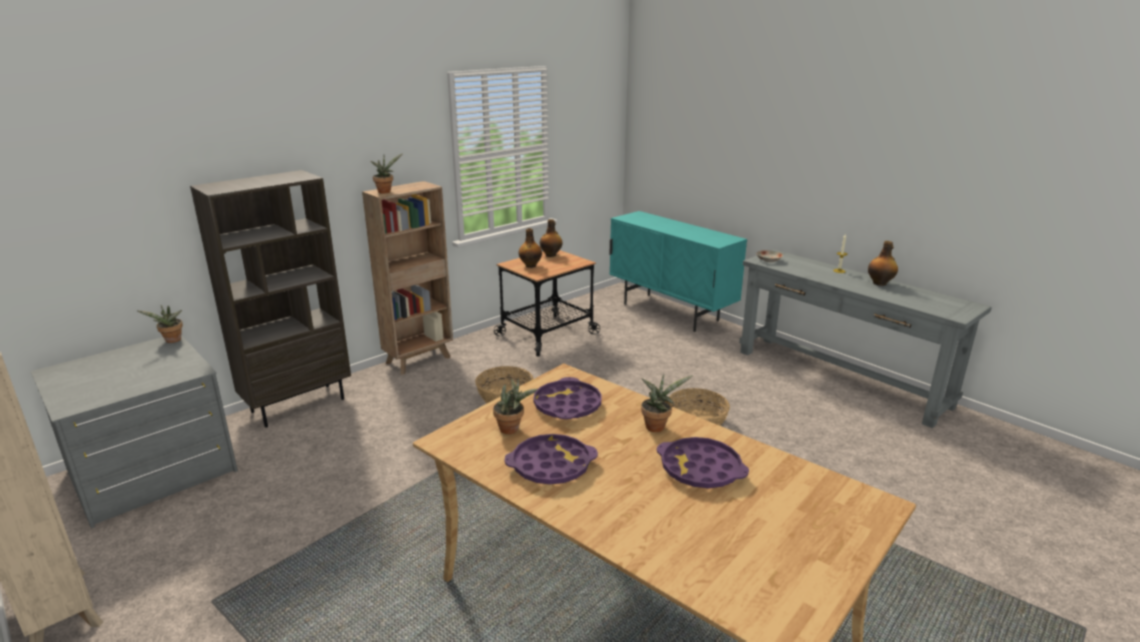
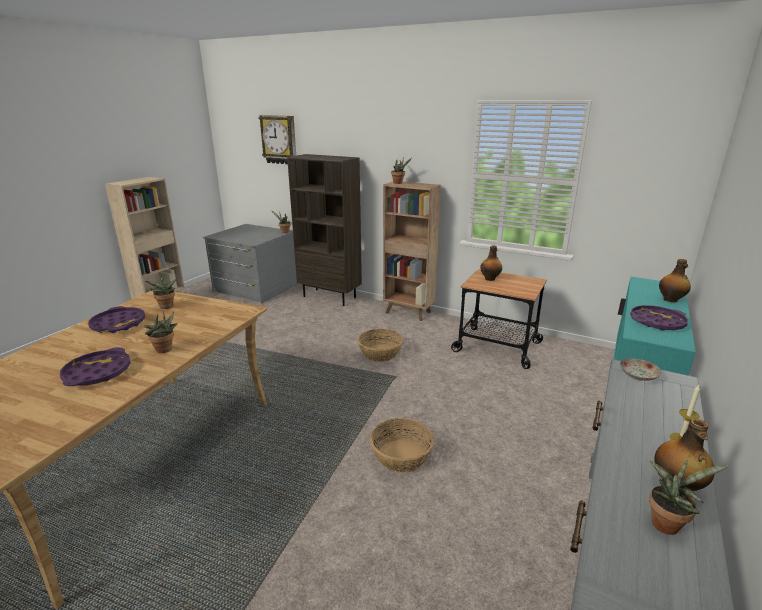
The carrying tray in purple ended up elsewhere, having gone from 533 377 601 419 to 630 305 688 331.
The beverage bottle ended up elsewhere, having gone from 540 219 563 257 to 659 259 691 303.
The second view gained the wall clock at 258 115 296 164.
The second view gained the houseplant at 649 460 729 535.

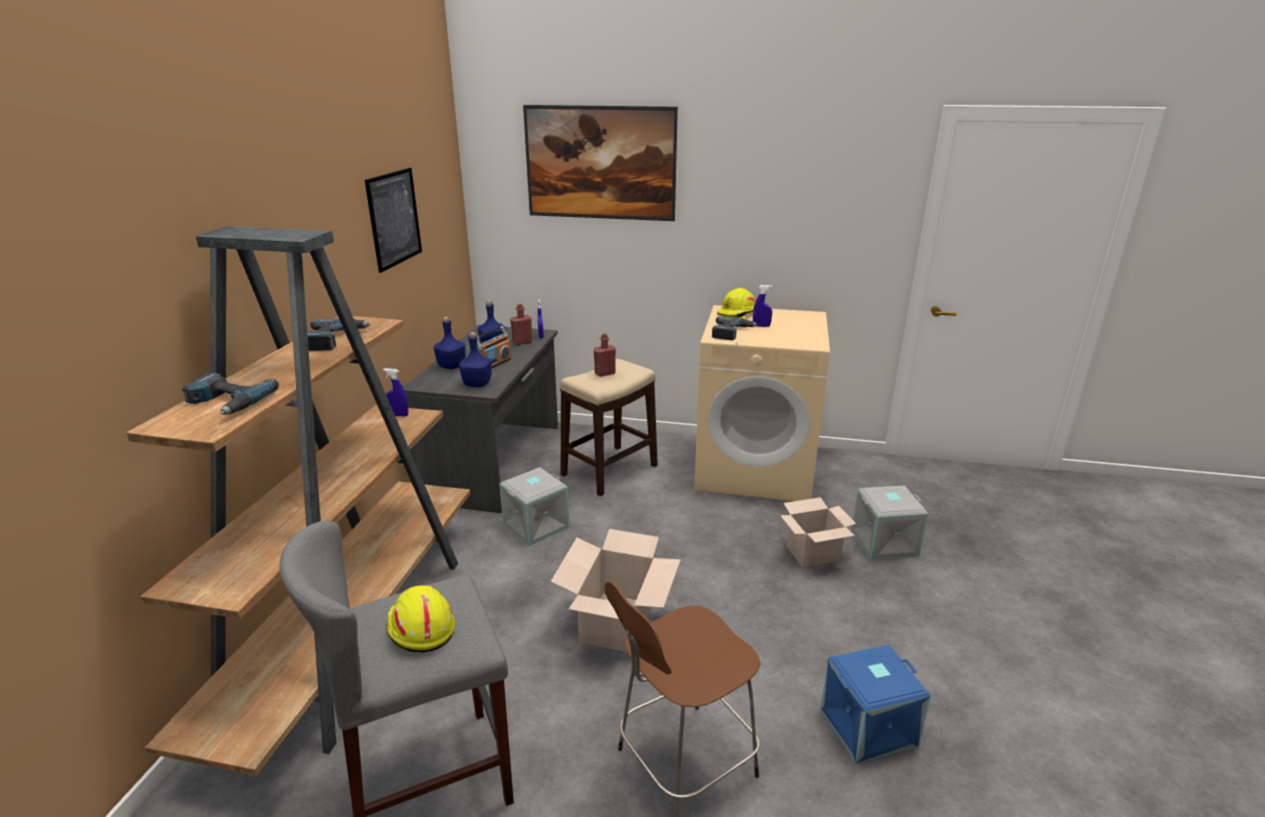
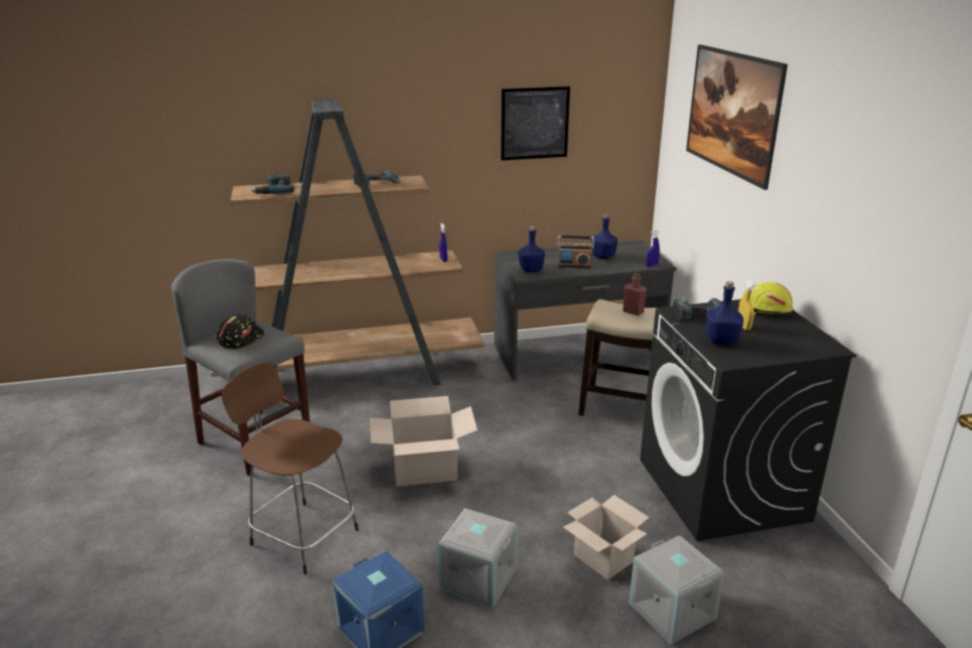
What was the safety helmet in yellow-coloured at 386 585 455 653 turned into the safety helmet in black-coloured at 216 314 265 349.
The beverage bottle in blue-coloured ended up elsewhere, having gone from 434 317 466 369 to 706 281 744 345.
The storage container in greyish ended up elsewhere, having gone from 499 467 570 546 to 438 508 517 608.
The second view lost the beverage bottle in red-coloured at 510 304 532 345.
What was the washing machine in sand-coloured at 694 305 830 501 turned into the washing machine in black-coloured at 640 299 856 541.
What was the sprayer in blue-coloured at 753 285 772 327 turned into the sprayer in yellow-coloured at 738 280 757 330.

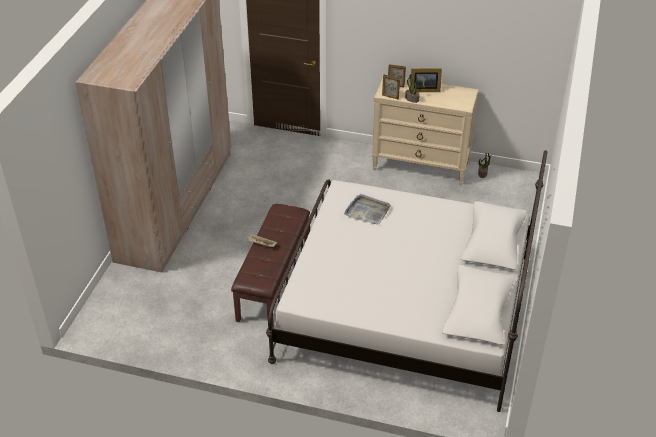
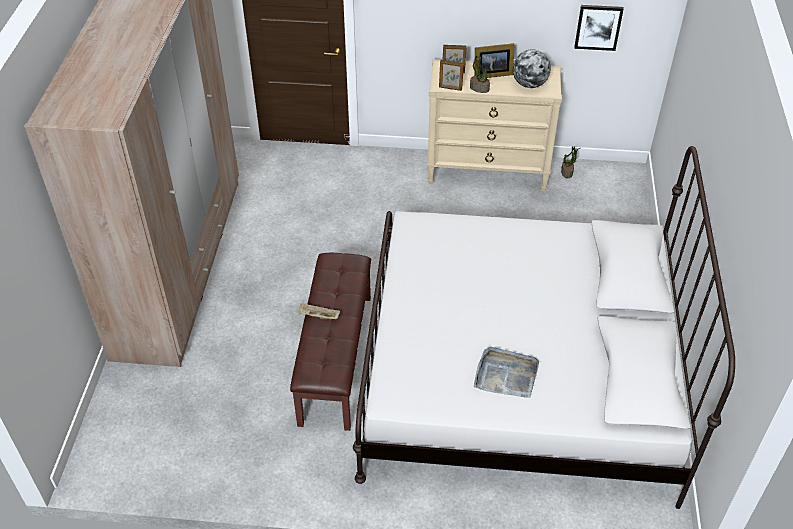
The carrying tray in greyish ended up elsewhere, having gone from 344 194 391 225 to 474 347 539 398.
The second view gained the globe at 513 49 551 88.
The second view gained the wall picture at 574 5 624 51.

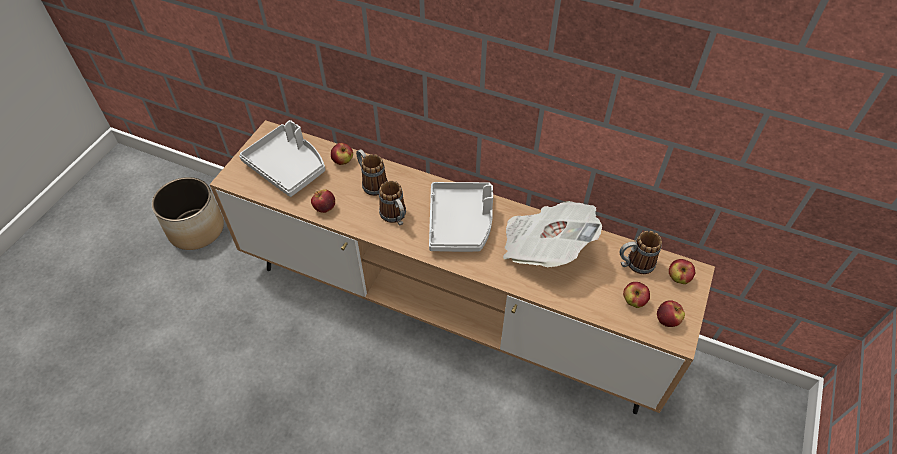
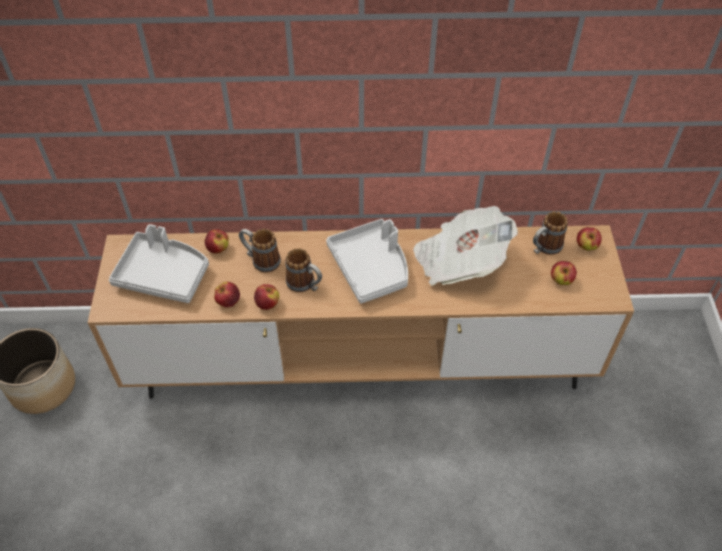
The apple ended up elsewhere, having gone from 657 300 685 327 to 254 284 279 310.

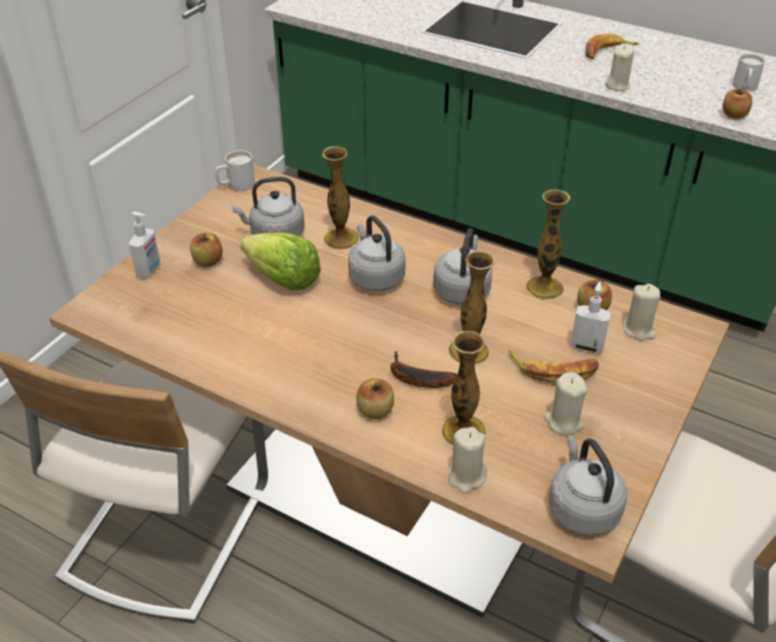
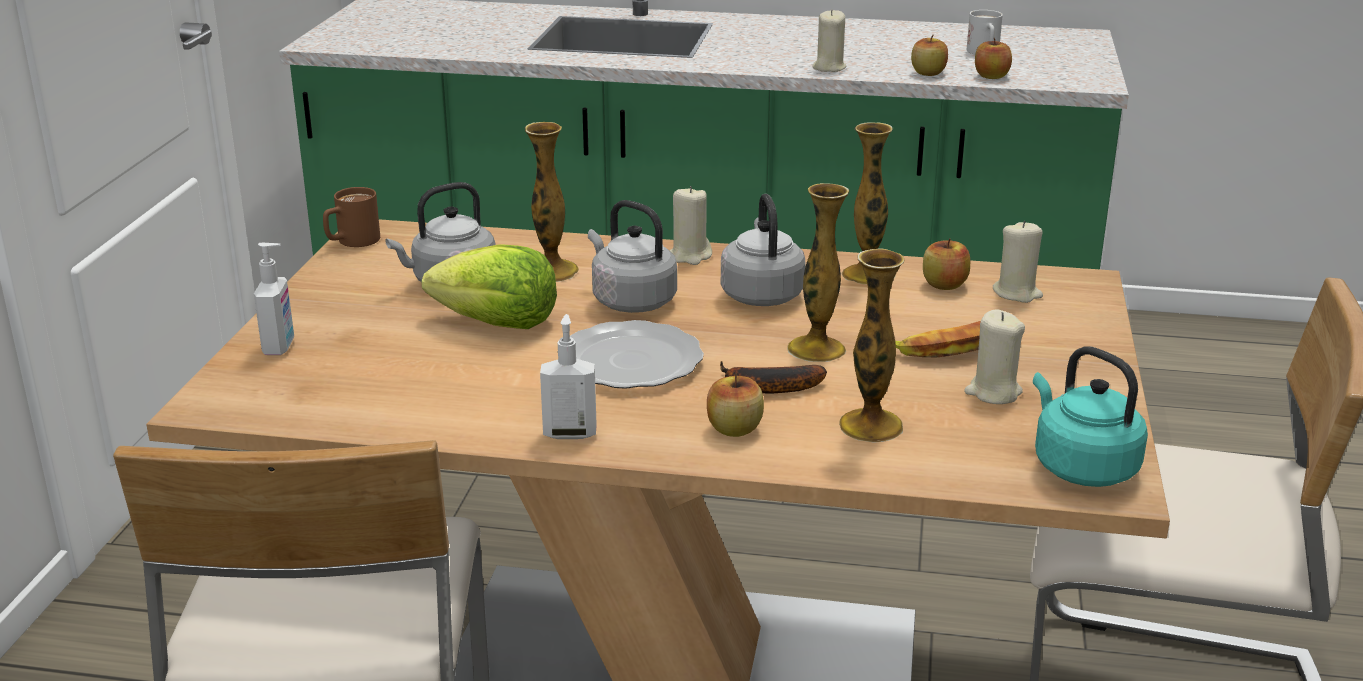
The apple ended up elsewhere, having gone from 190 233 223 267 to 911 35 948 76.
What was the coffee mug in white-coloured at 215 150 255 191 turned into the coffee mug in brown at 323 187 380 247.
The wax candle in sand-coloured ended up elsewhere, having gone from 448 427 487 494 to 670 186 712 265.
What was the tea kettle in greyish at 549 435 627 535 turned into the tea kettle in turquoise at 1033 346 1148 487.
The soap bottle ended up elsewhere, having gone from 570 282 611 353 to 540 314 597 439.
The second view lost the banana at 585 34 639 59.
The second view gained the plate at 570 320 704 389.

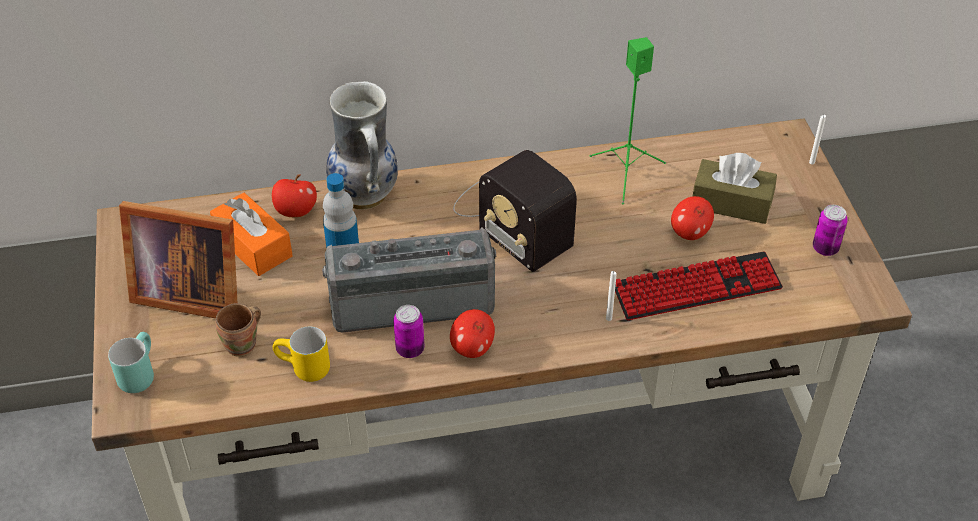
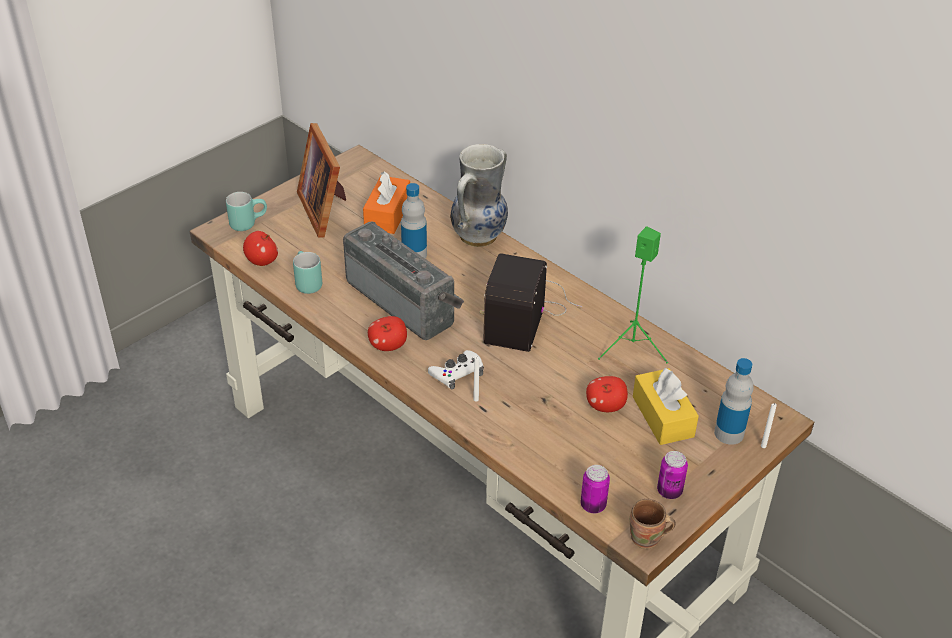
The coffee mug in brown ended up elsewhere, having gone from 216 303 261 357 to 630 499 676 549.
The apple ended up elsewhere, having gone from 272 174 317 217 to 243 231 278 266.
What was the coffee mug in yellow-coloured at 273 326 330 382 turned into the coffee mug in turquoise at 293 251 322 294.
The sealed can ended up elsewhere, having gone from 393 305 425 358 to 581 465 610 513.
The second view lost the keyboard at 615 251 783 320.
What was the tissue holder in brown at 693 153 777 224 turned into the tissue holder in yellow-coloured at 633 368 699 445.
The second view gained the joypad in white-coloured at 428 350 484 389.
The second view gained the beverage bottle at 714 358 754 445.

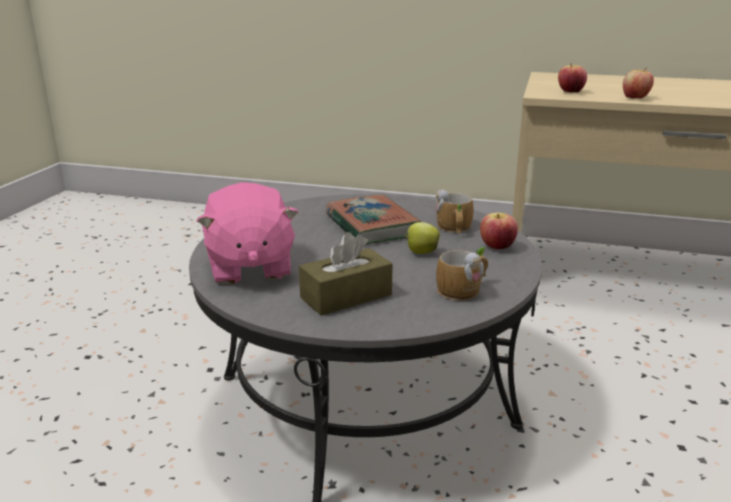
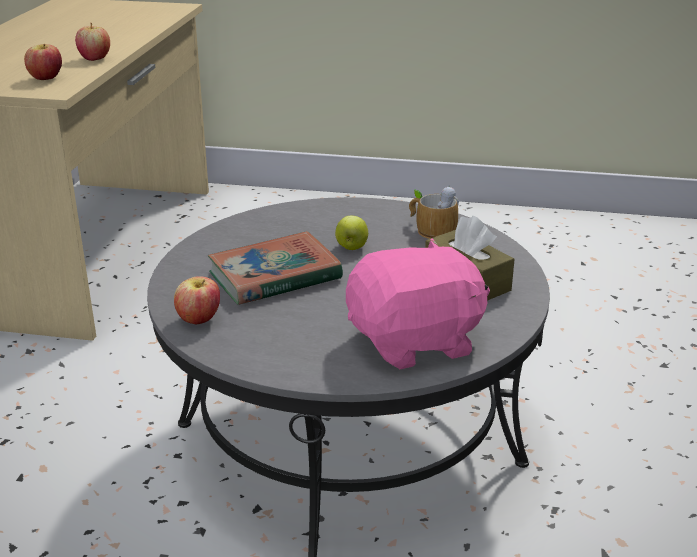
The second view lost the coffee mug at 435 190 473 233.
The apple ended up elsewhere, having gone from 480 212 518 249 to 174 276 220 324.

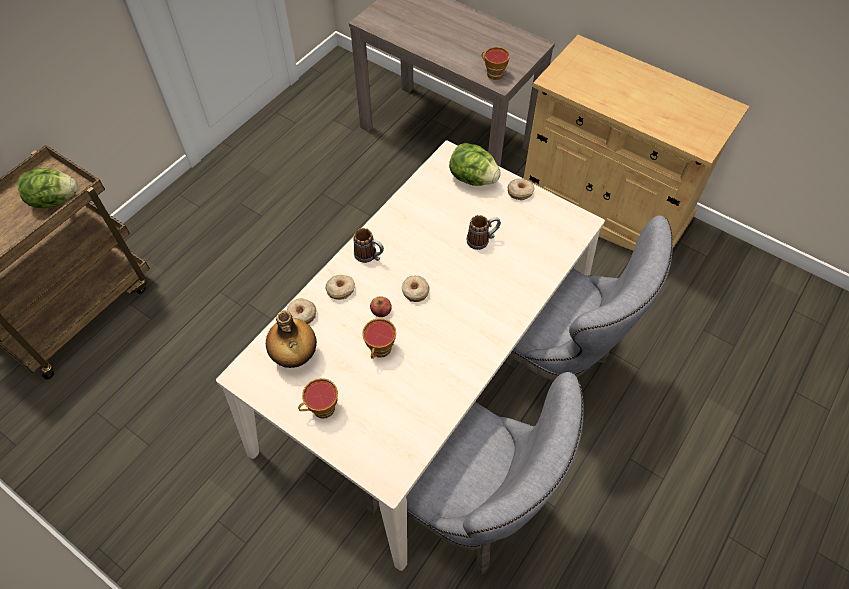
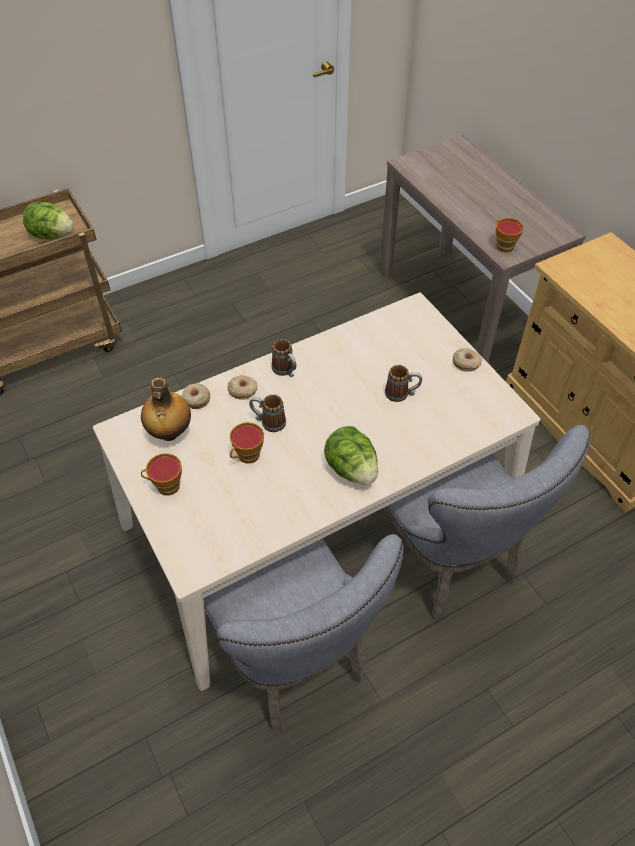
Where the apple stood at 370 296 392 317, the coffee mug came to stand at 249 394 286 432.
The second view lost the donut at 401 276 429 302.
The head of lettuce ended up elsewhere, having gone from 449 143 501 186 to 324 426 378 485.

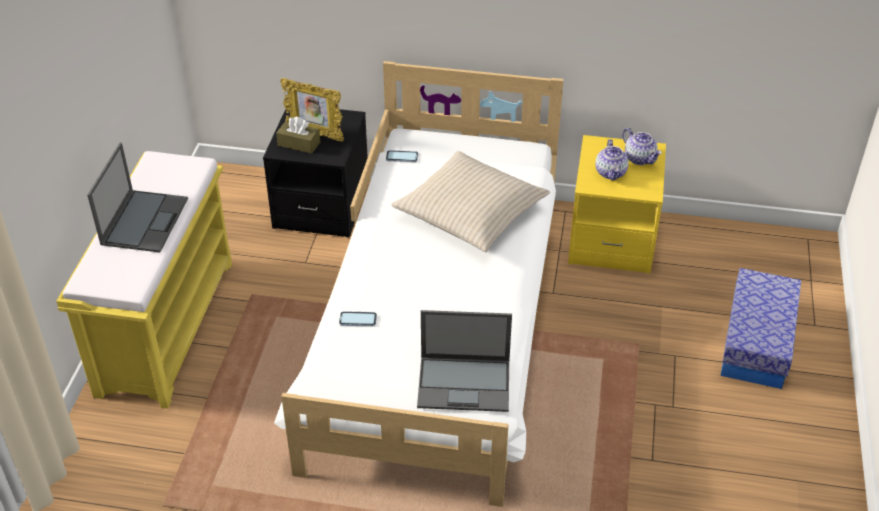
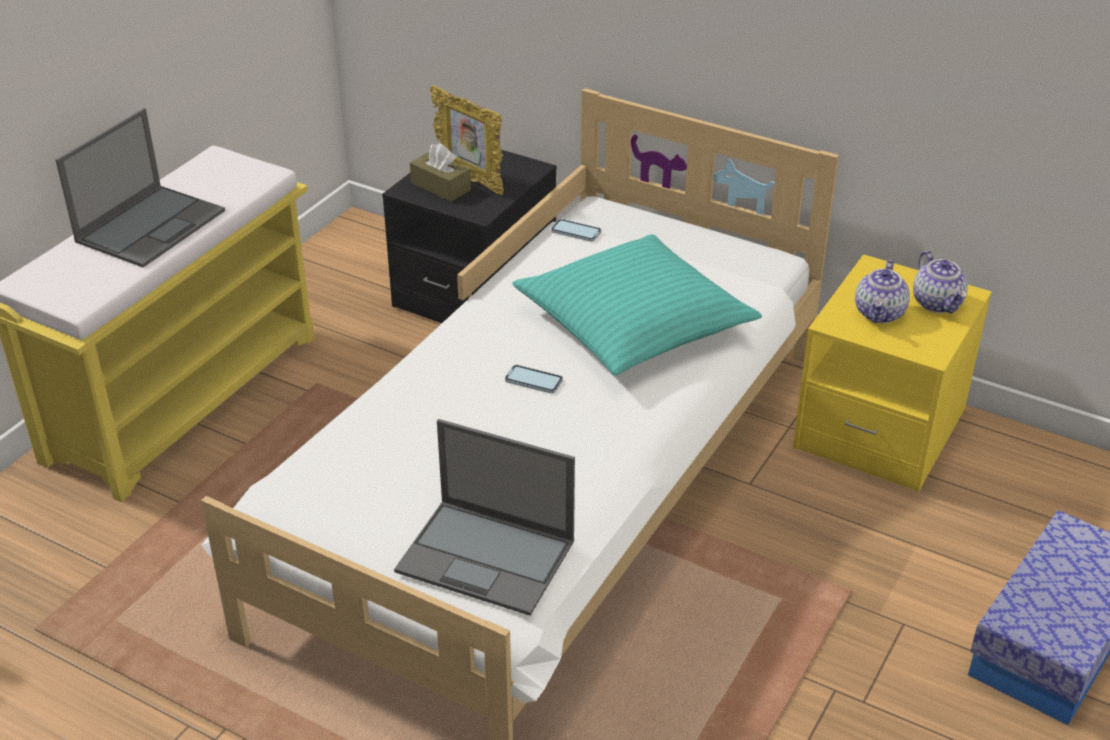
The handset ended up elsewhere, having gone from 339 311 377 327 to 505 365 563 394.
What was the cushion in sand-coloured at 391 151 550 252 turned into the cushion in turquoise at 513 234 762 376.

